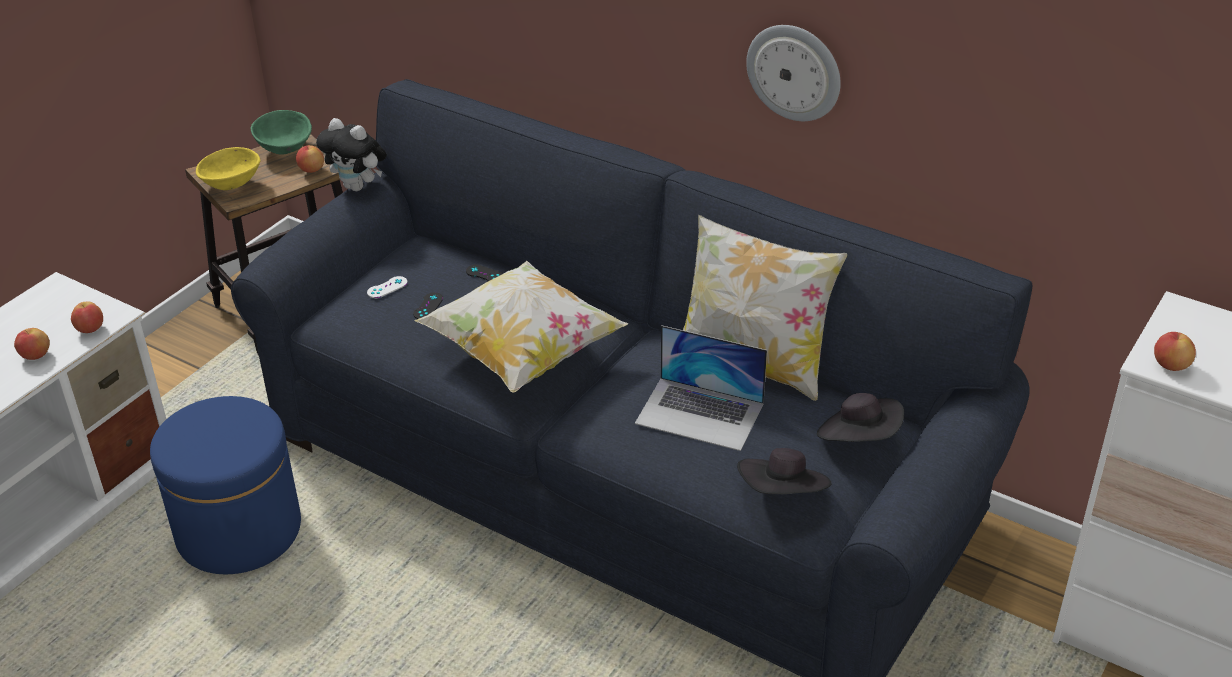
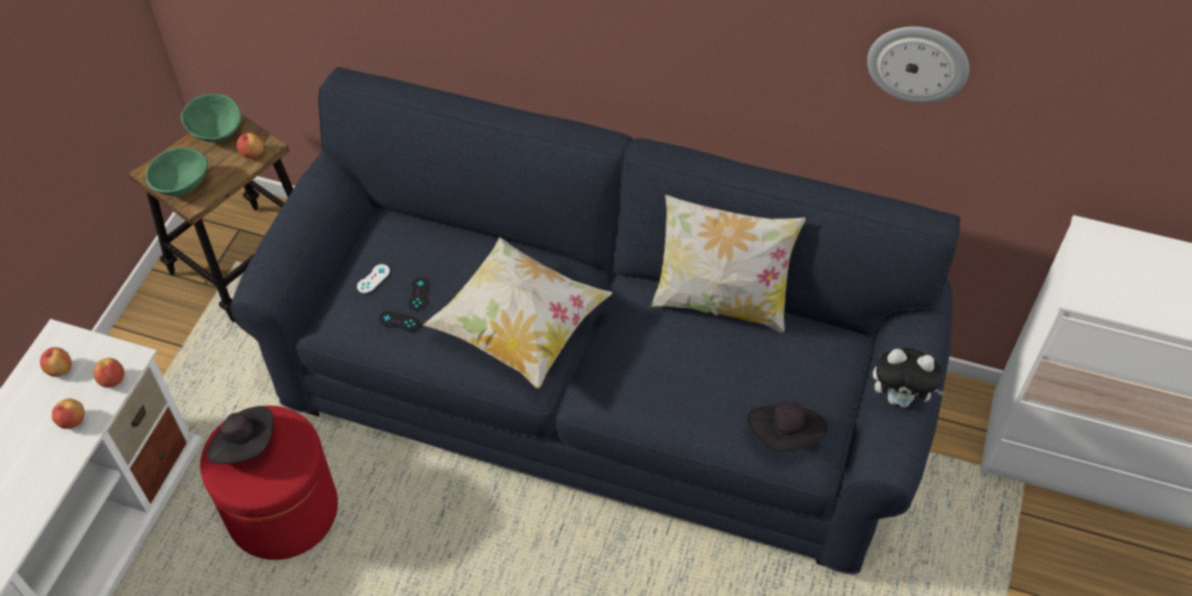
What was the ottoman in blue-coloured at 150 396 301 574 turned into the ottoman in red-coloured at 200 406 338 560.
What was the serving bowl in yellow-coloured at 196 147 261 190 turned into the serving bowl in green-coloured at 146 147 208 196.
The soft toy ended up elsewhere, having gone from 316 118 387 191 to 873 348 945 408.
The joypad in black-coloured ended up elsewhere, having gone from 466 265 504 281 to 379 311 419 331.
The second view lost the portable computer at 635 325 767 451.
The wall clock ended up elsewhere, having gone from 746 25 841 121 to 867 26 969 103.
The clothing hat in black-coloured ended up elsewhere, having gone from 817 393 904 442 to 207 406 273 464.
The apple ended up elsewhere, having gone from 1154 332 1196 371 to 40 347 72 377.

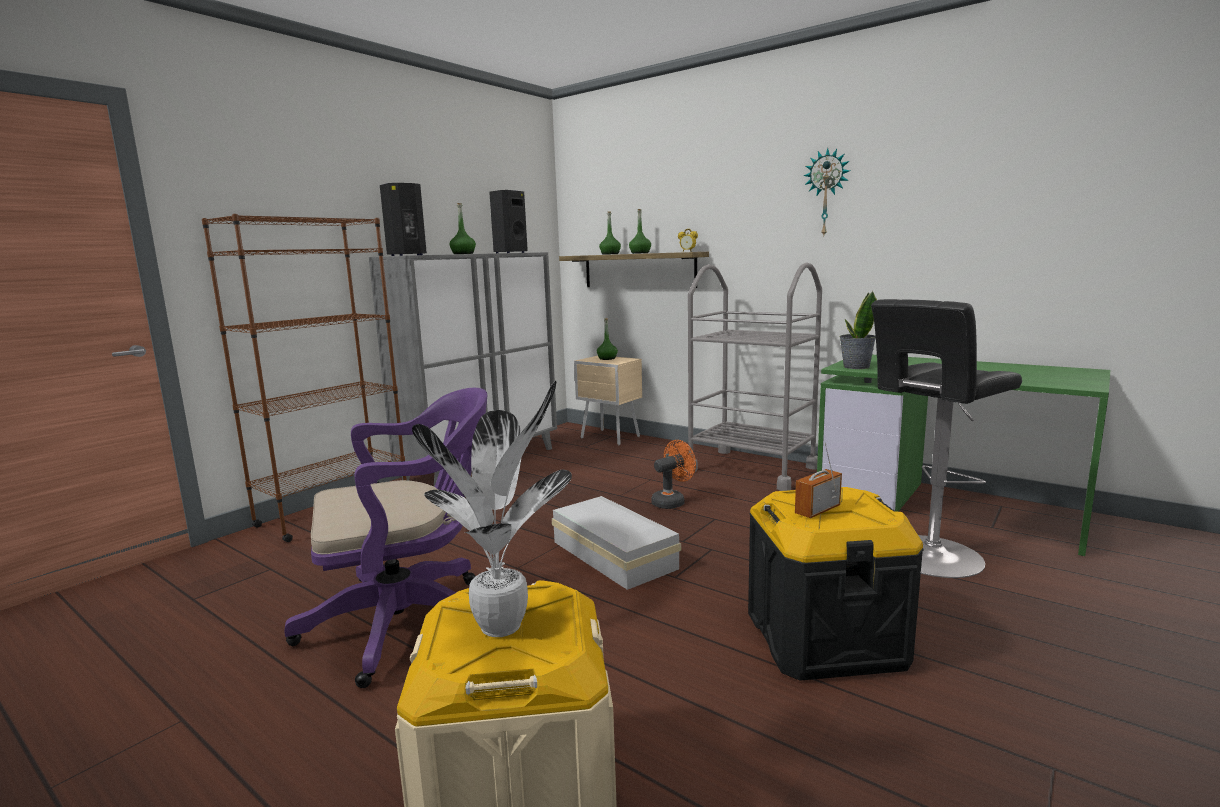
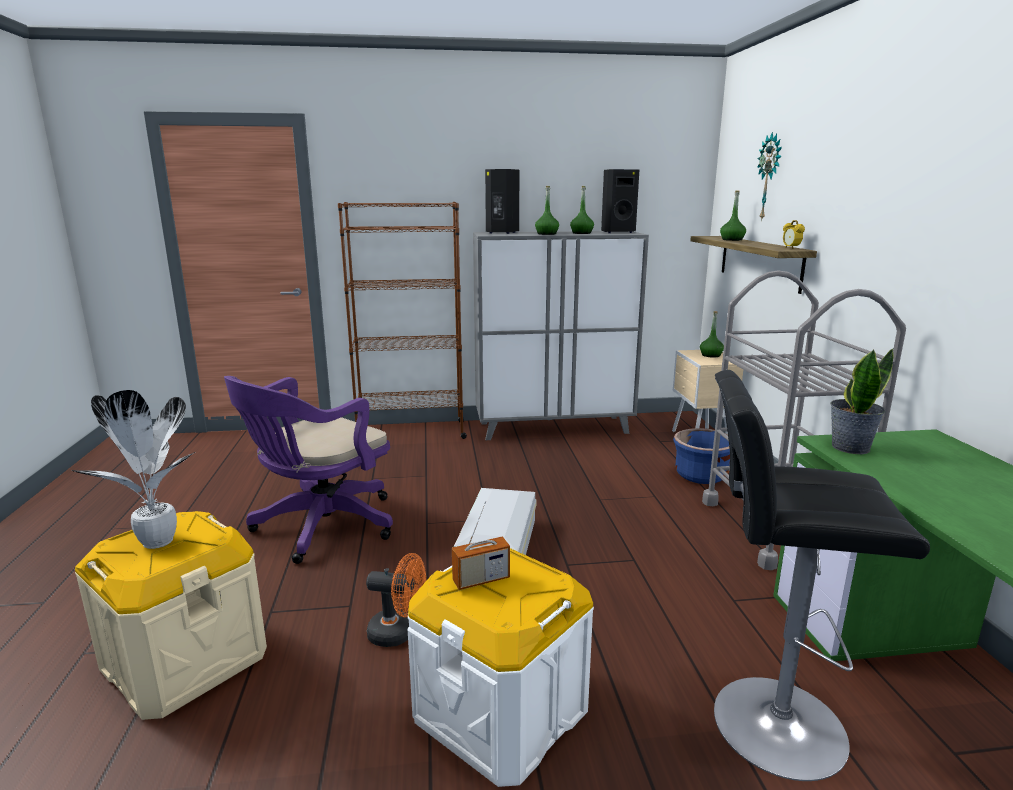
The office chair in purple at 284 388 487 688 ended up facing another way, 105 degrees clockwise from before.
The beverage bottle in green-coloured ended up elsewhere, having gone from 629 209 651 254 to 570 186 594 234.
The fan in orange ended up elsewhere, having gone from 651 440 696 509 to 366 553 426 647.
What was the storage container in black-coloured at 748 487 924 681 turned into the storage container in white-coloured at 408 548 594 787.
The radio at 795 443 842 518 ended up facing another way, 150 degrees clockwise from before.
The wall clock ended up elsewhere, having gone from 803 148 850 236 to 757 132 782 221.
The second view gained the flower pot in blue-coloured at 673 428 730 484.

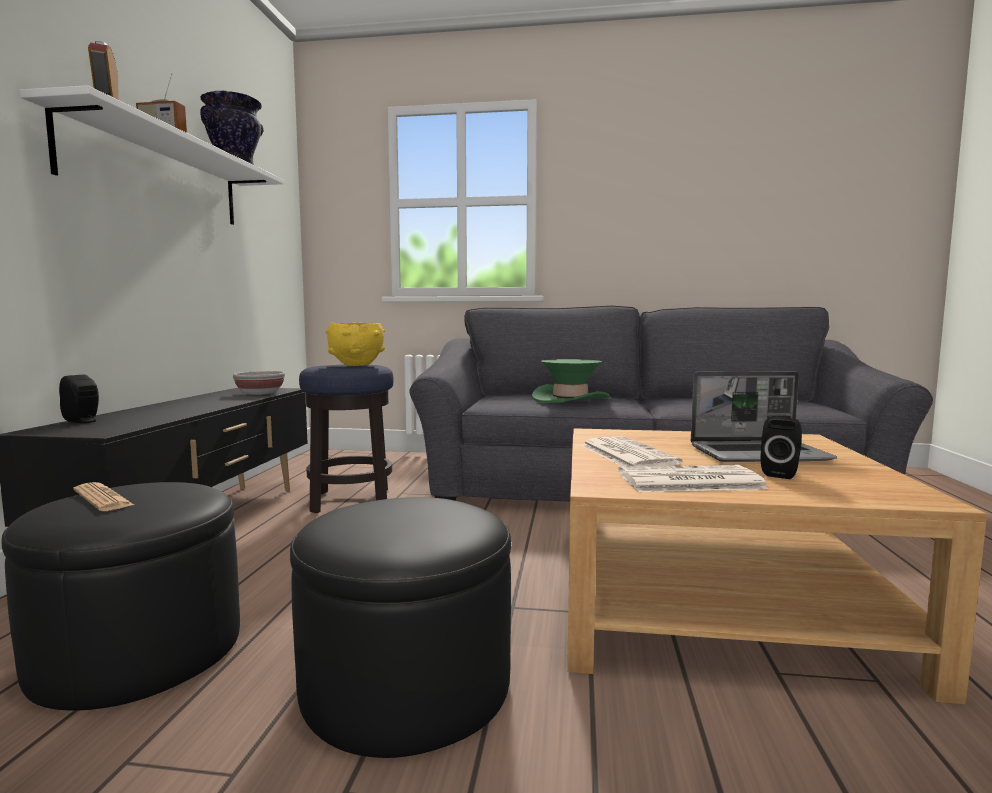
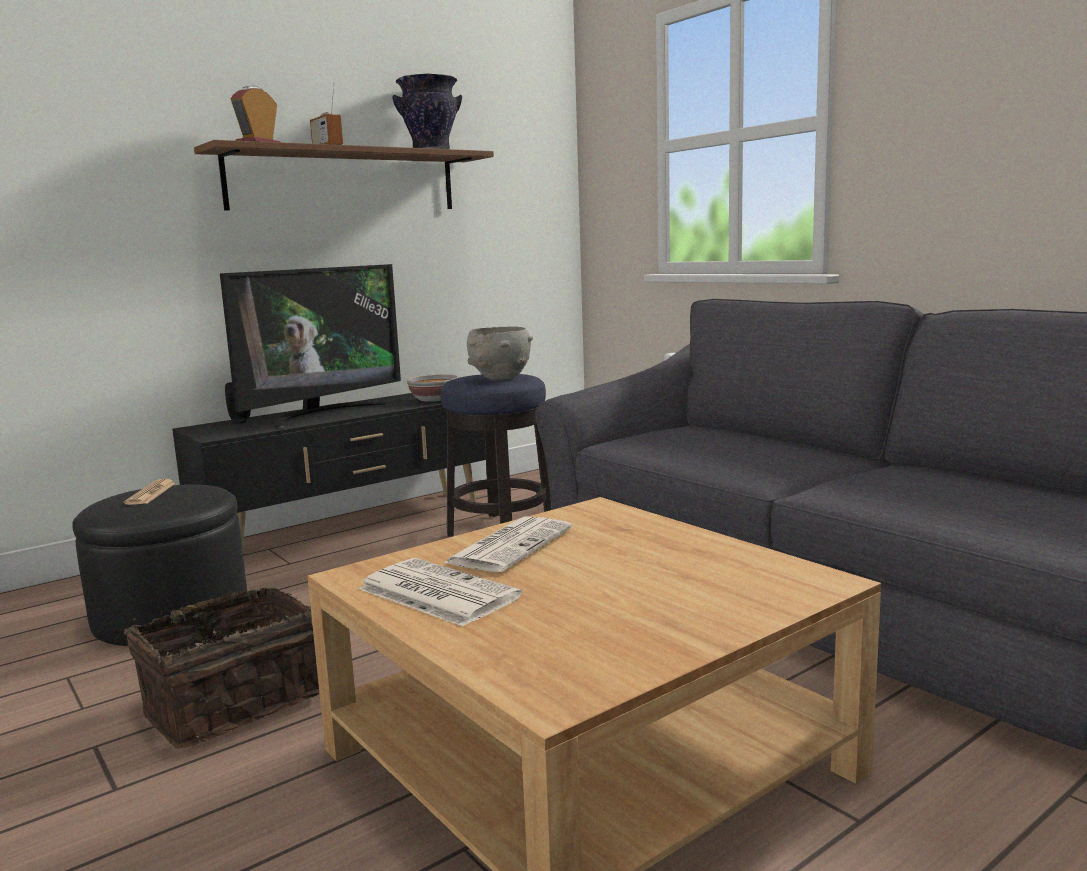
What was the wall shelf in white-coloured at 19 85 284 225 turned into the wall shelf in brown at 194 140 494 211.
Where the ottoman in black-coloured stood at 290 497 511 758, the basket came to stand at 124 587 319 749.
What was the serving bowl in yellow-coloured at 325 323 385 366 turned into the serving bowl in greyish at 467 326 533 380.
The second view lost the clothing hat in green-coloured at 532 359 610 403.
The second view lost the portable computer at 691 371 837 462.
The second view lost the speaker in black-coloured at 761 417 802 479.
The second view gained the TV at 220 264 401 428.

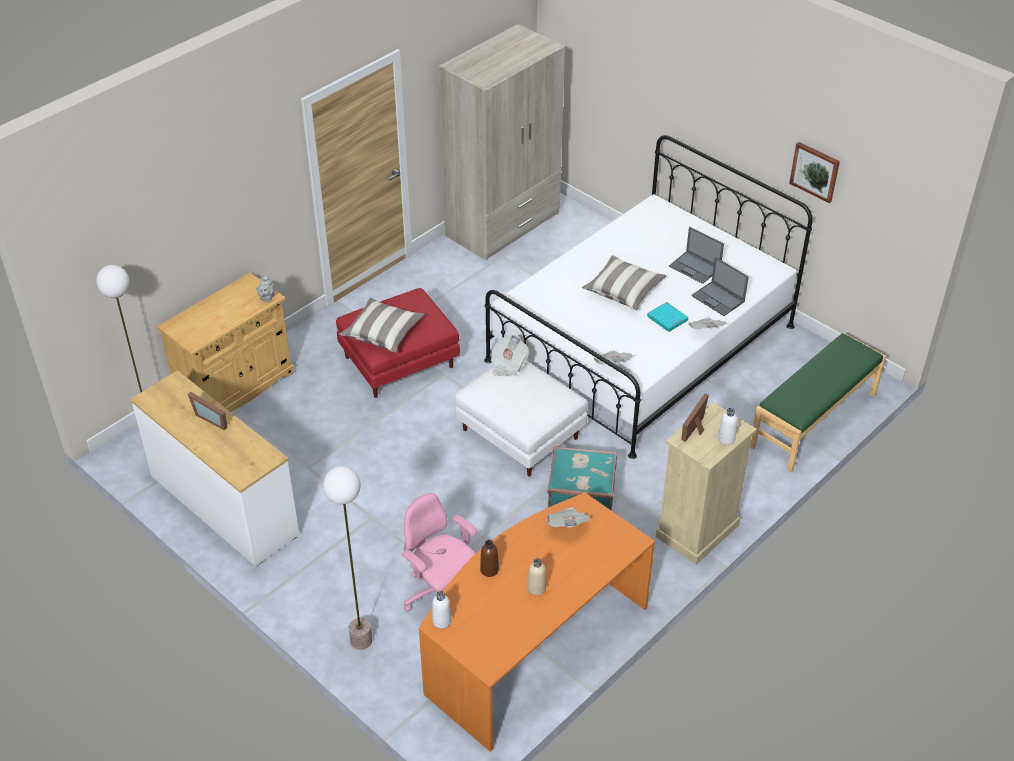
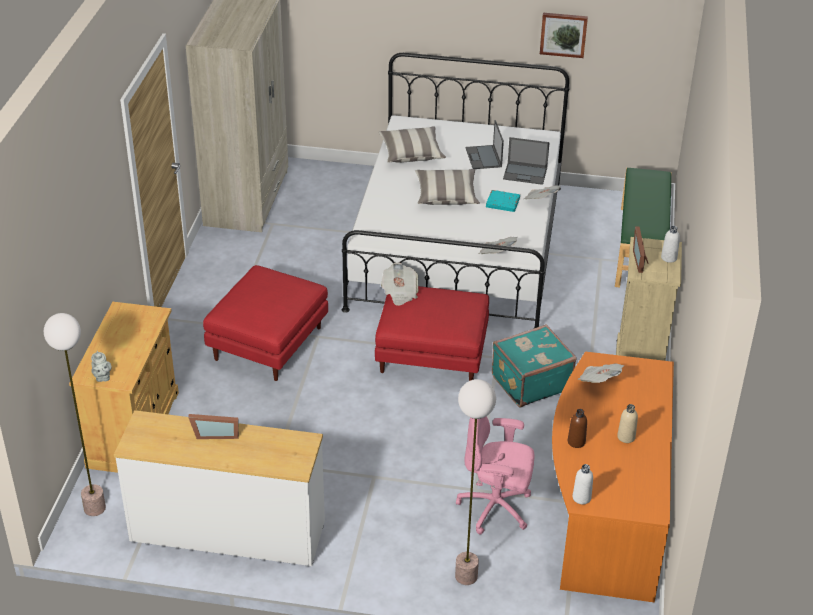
The pot for tea in greyish ended up elsewhere, having gone from 256 274 275 302 to 91 351 111 382.
The cushion ended up elsewhere, having gone from 340 298 425 353 to 378 126 446 163.
What was the ottoman in white-coloured at 455 360 588 476 turned into the ottoman in red-coloured at 375 286 489 381.
The portable computer at 669 227 724 284 ended up facing another way, 75 degrees clockwise from before.

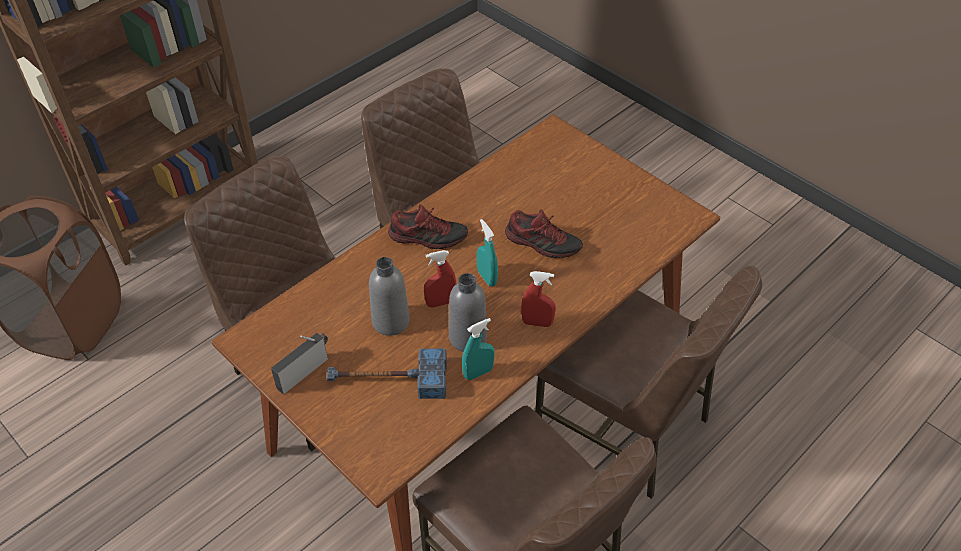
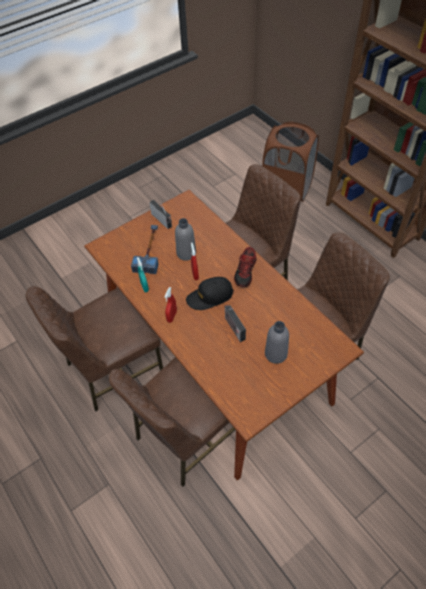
The beverage bottle in greyish ended up elsewhere, having gone from 449 273 487 352 to 265 321 289 364.
Where the sprayer in turquoise stood at 477 219 498 286, the cap in black-coloured came to stand at 186 277 234 310.
Where the item of footwear stood at 505 210 583 258, the radio came to stand at 225 305 246 342.

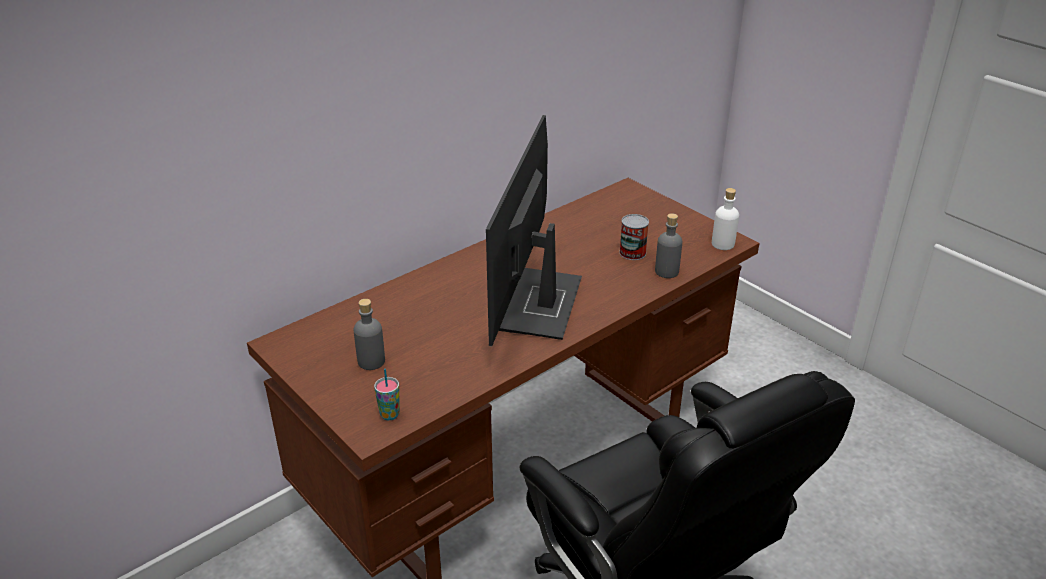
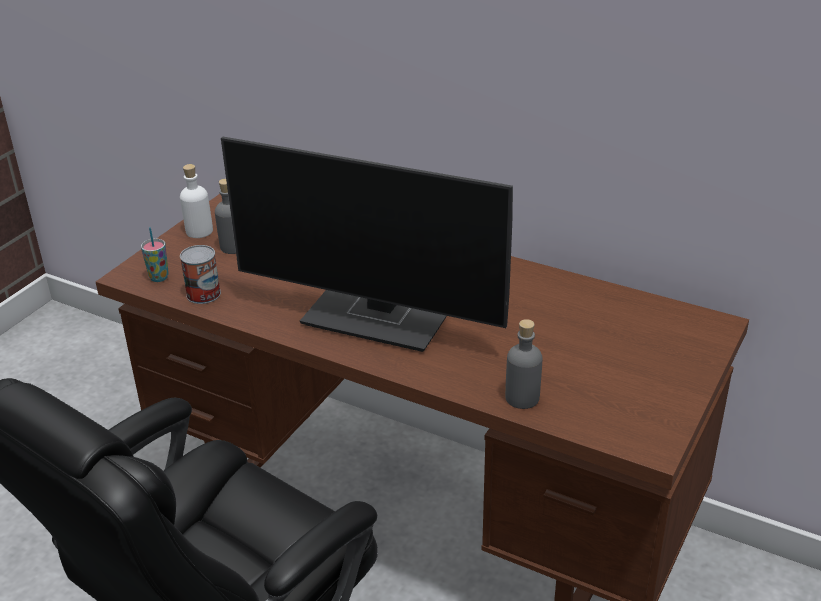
The computer display at 486 115 582 346 ended up facing another way, 150 degrees counterclockwise from before.
The sealed can ended up elsewhere, having gone from 619 214 649 260 to 180 245 221 304.
The beverage bottle in white-coloured ended up elsewhere, having gone from 712 188 739 250 to 180 164 213 238.

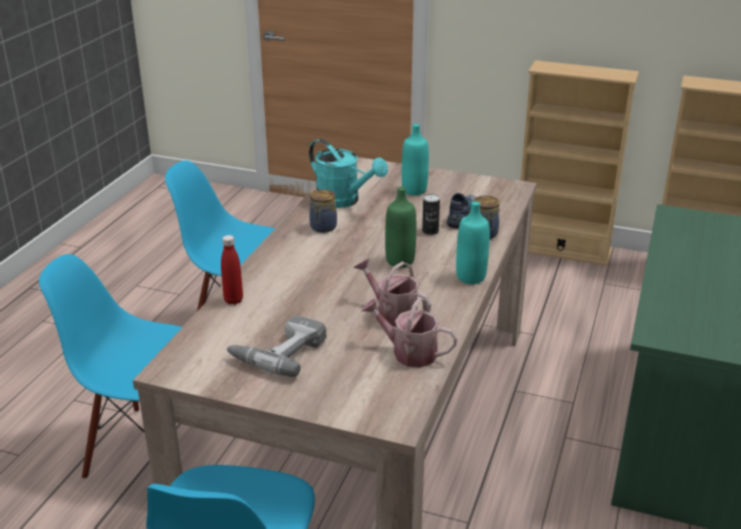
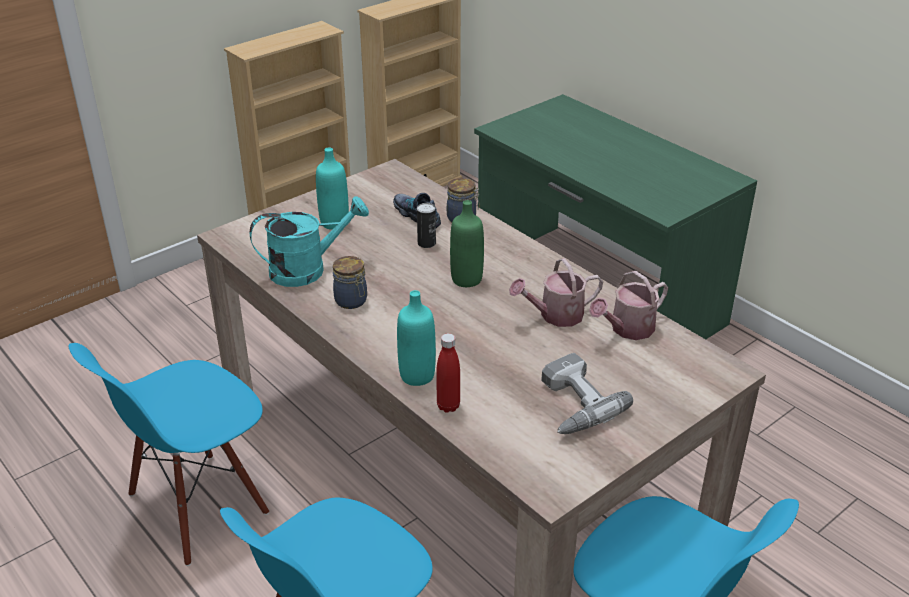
The beverage bottle in turquoise ended up elsewhere, having gone from 456 201 490 284 to 397 290 436 386.

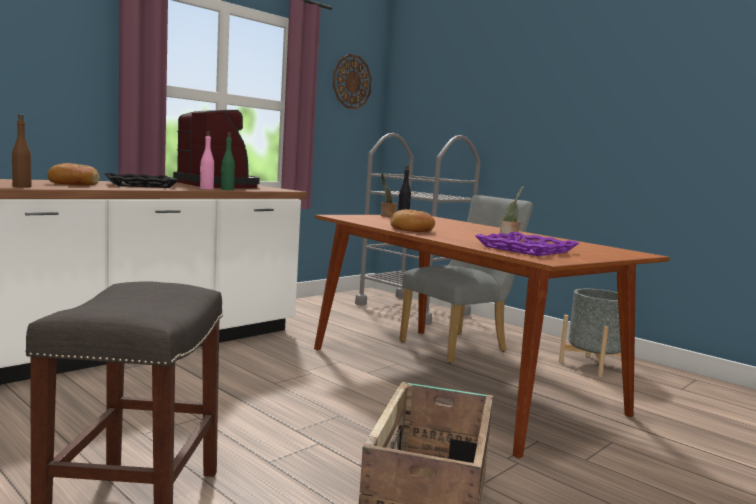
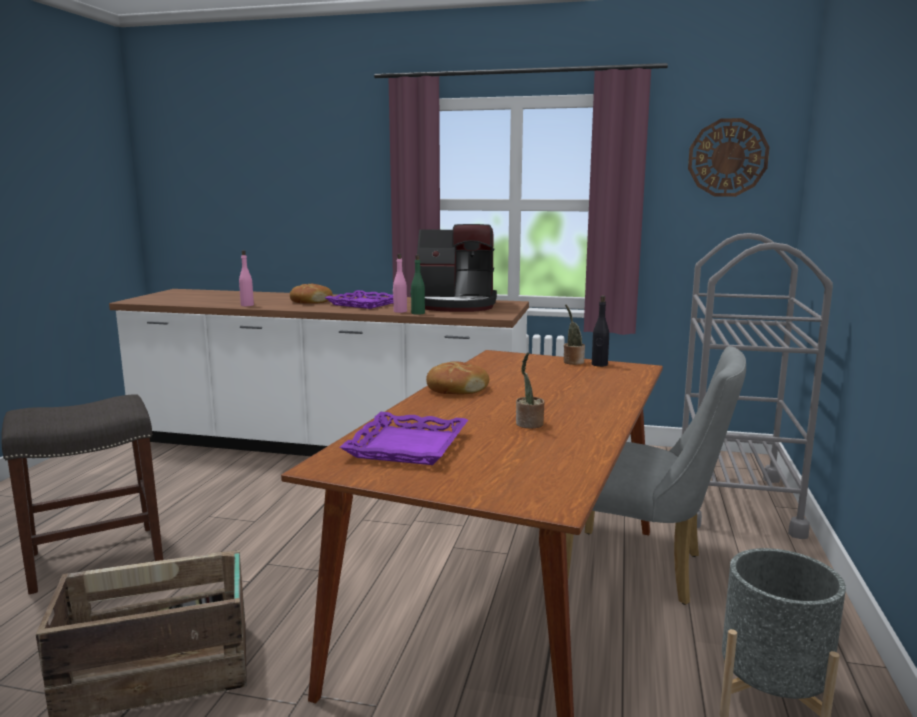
What was the beverage bottle in brown at 12 114 31 188 turned into the beverage bottle in pink at 239 250 254 306.
What was the carrying tray in black-coloured at 104 173 179 188 turned into the carrying tray in purple at 325 290 393 309.
The coffee brewer at 173 110 260 189 ended up facing another way, 75 degrees clockwise from before.

